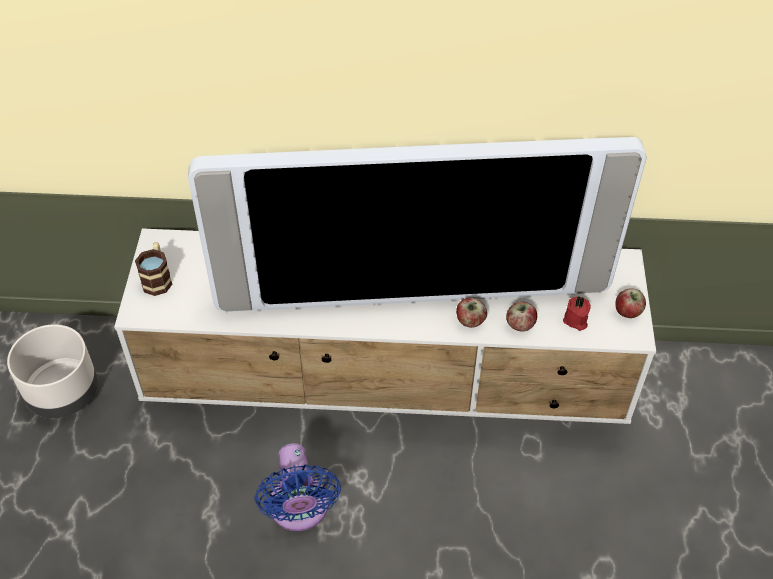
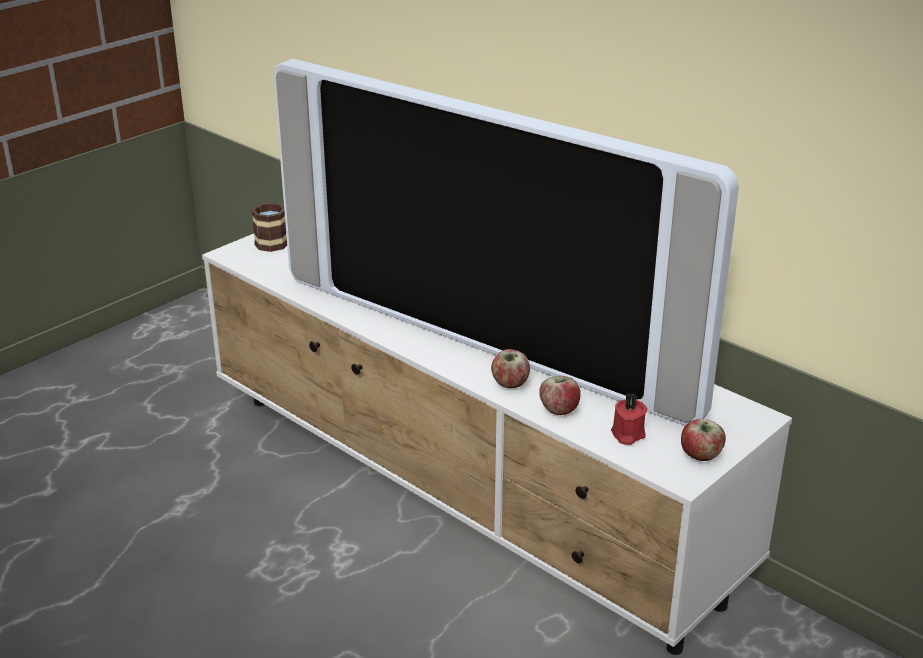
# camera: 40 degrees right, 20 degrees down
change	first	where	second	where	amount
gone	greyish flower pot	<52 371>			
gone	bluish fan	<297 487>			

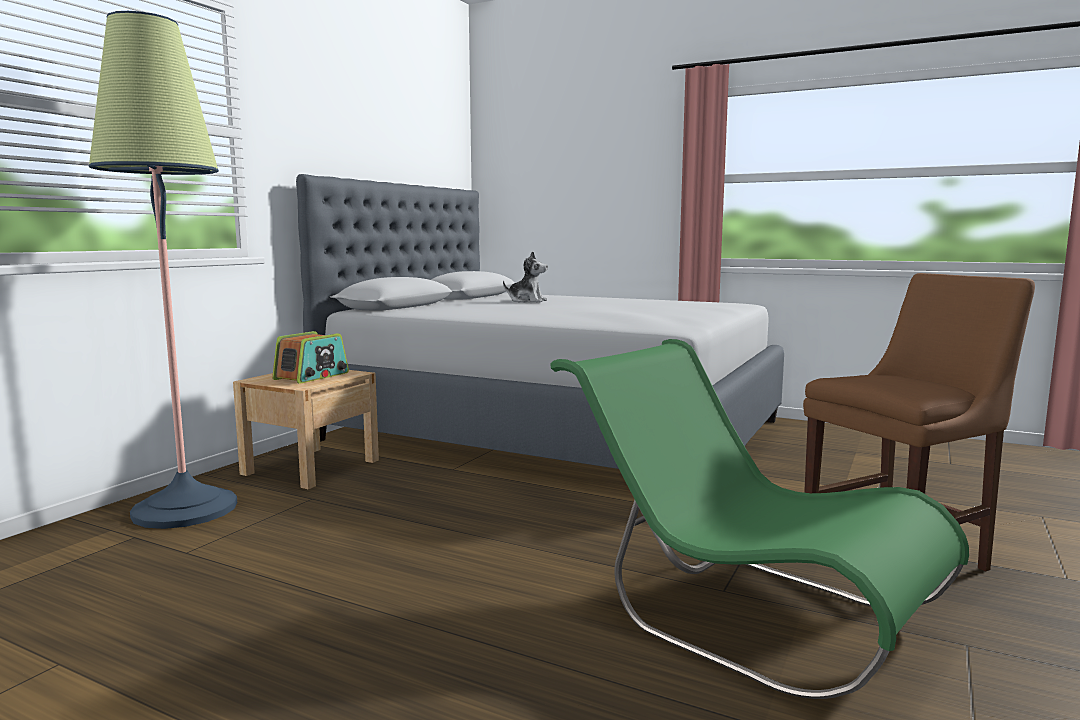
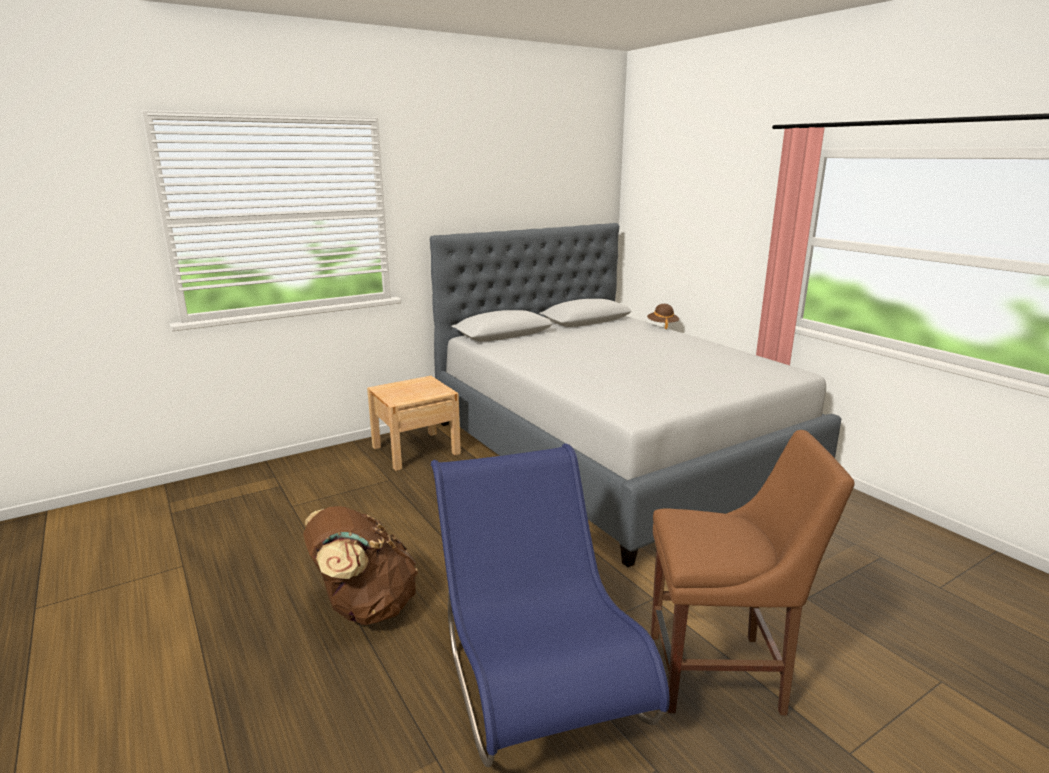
# camera: 30 degrees right, 10 degrees up
change	first	where	second	where	amount
gone	standard lamp	<163 270>			
gone	radio set	<310 357>			
gone	cuddly toy	<525 277>			
repainted	green-coloured chair	<759 519>	bluish chair	<550 605>	
new			brownish knapsack	<360 565>	
new			brownish wearable hat	<663 316>	

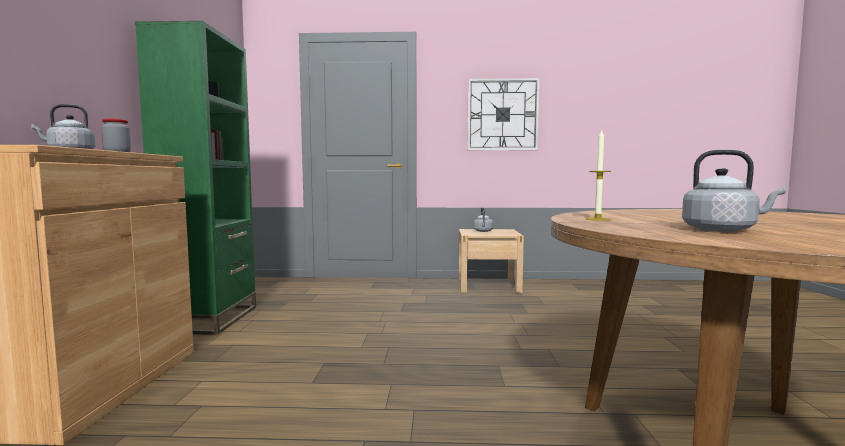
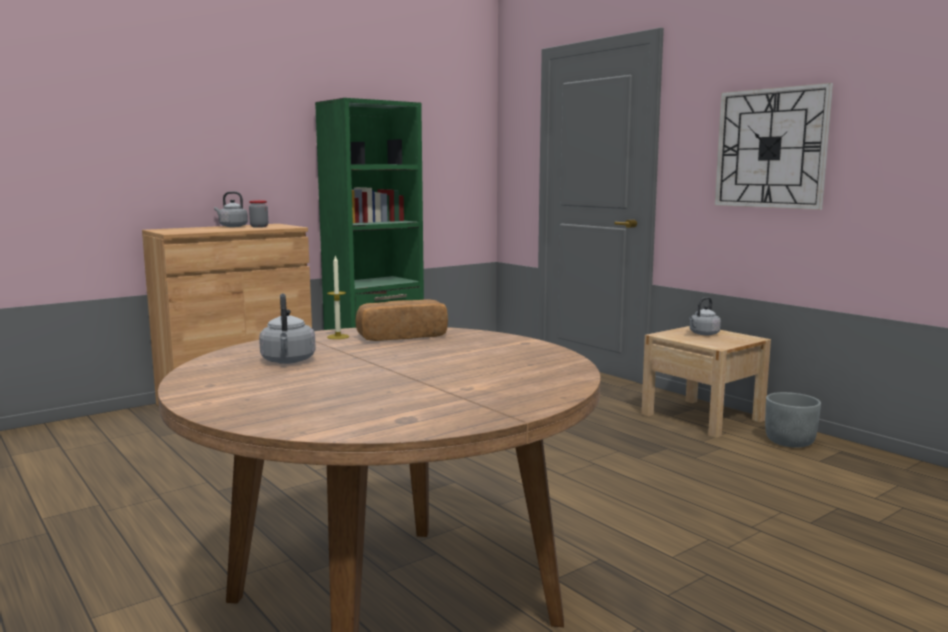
# camera: 50 degrees right, 5 degrees up
change	first	where	second	where	amount
new			bread	<401 320>	
new			greyish flower pot	<793 420>	

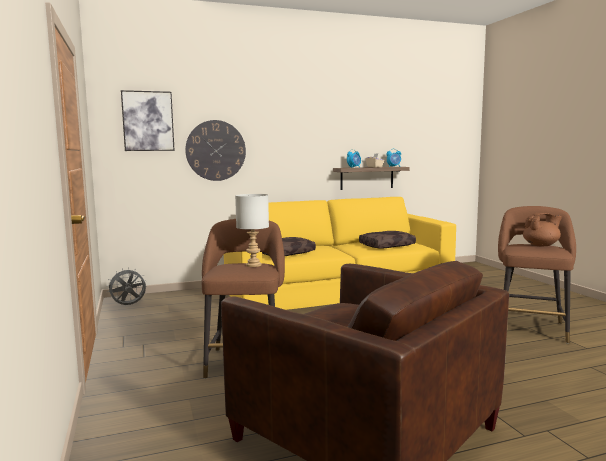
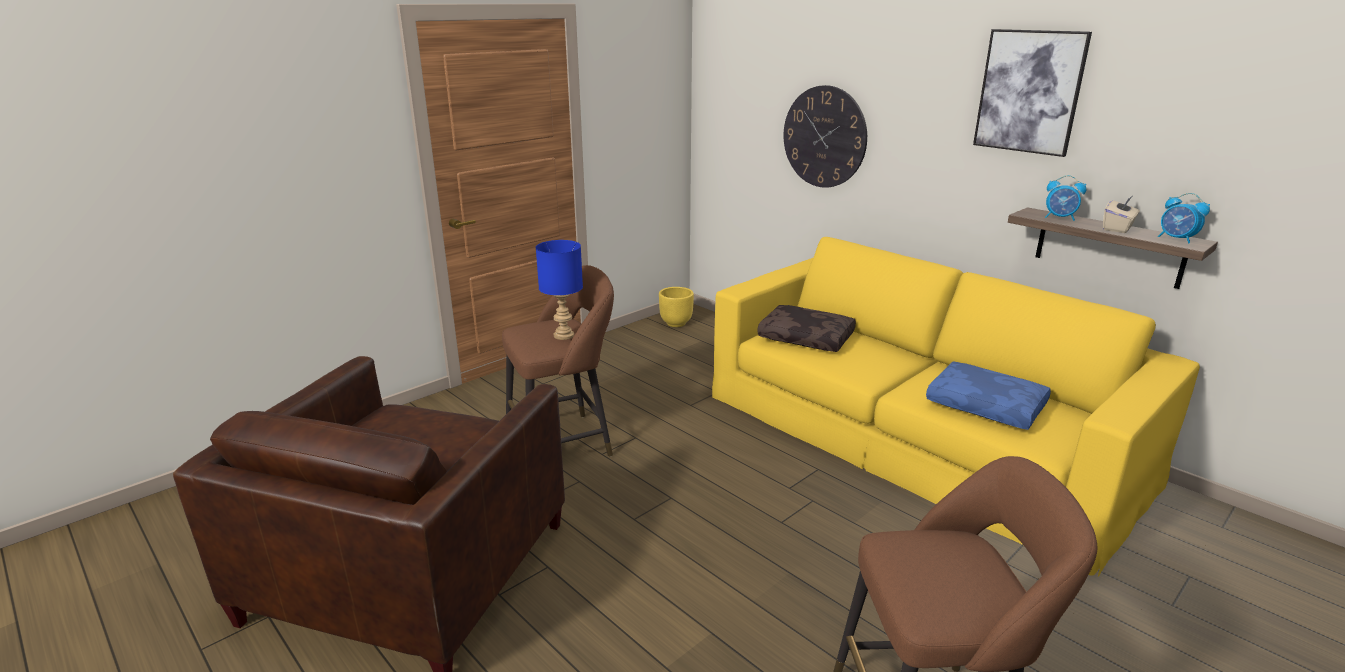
# camera: 65 degrees right, 15 degrees up
change	first	where	second	where	amount
swapped	greyish fan	<126 286>	yellowish flower pot	<676 307>	
shifted	wall picture	<148 120>		<1032 93>	
repainted	greyish lamp for a table	<252 230>	bluish lamp for a table	<559 290>	
repainted	brownish cushion	<387 240>	bluish cushion	<988 396>	
gone	brownish tea pot	<542 230>			

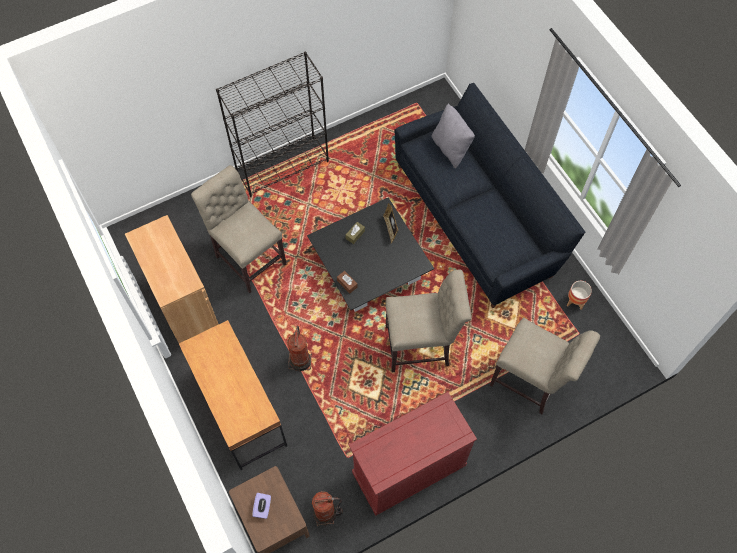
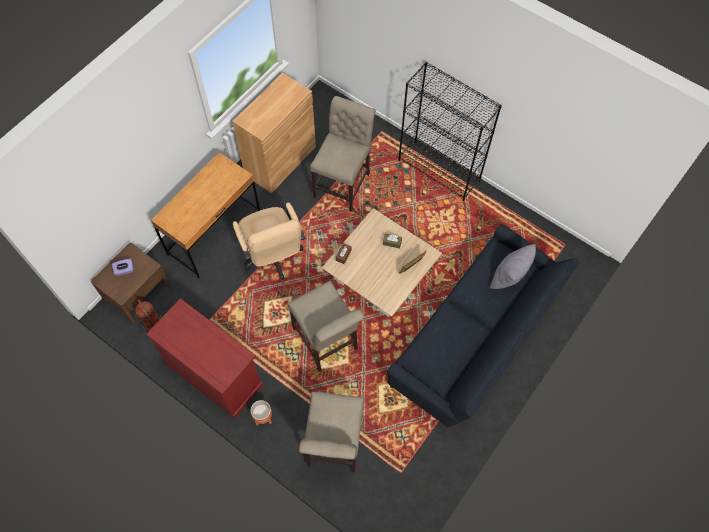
# camera: 65 degrees right, 0 degrees up
change	first	where	second	where	amount
swapped	fire-fighting cylinder	<299 348>	beige desk chair	<269 241>	
repainted	blackish lounge table	<370 255>	beige lounge table	<382 262>	
shifted	flower pot	<579 295>		<261 413>	

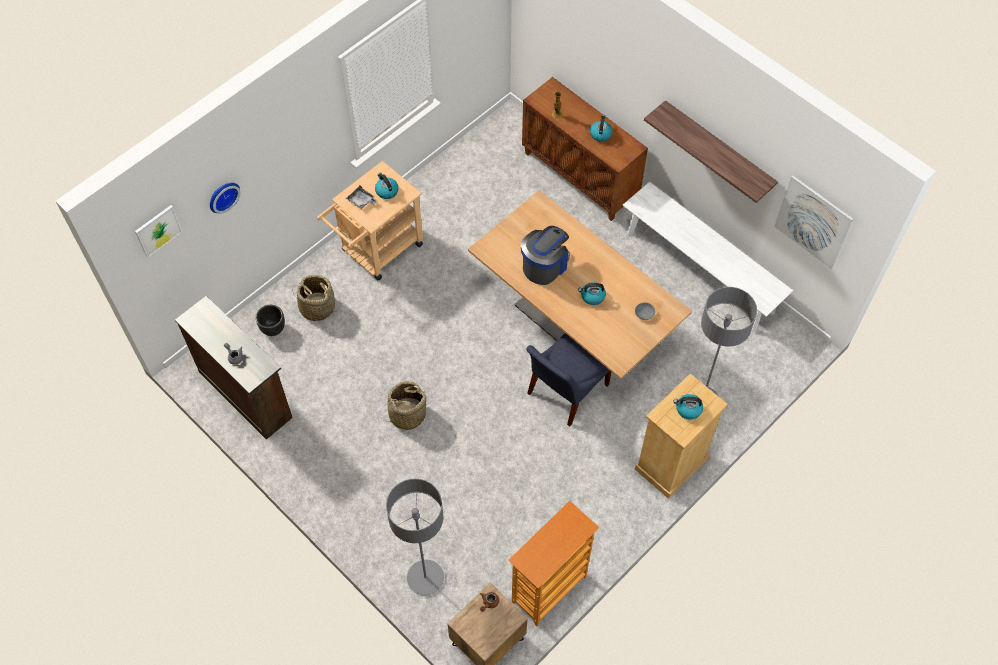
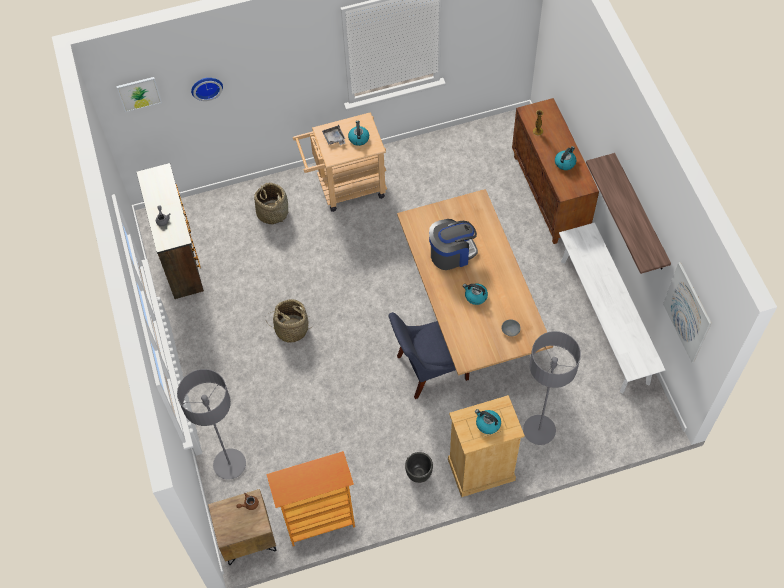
# camera: 30 degrees right, 0 degrees up
change	first	where	second	where	amount
shifted	blackish flower pot	<270 320>		<419 467>	

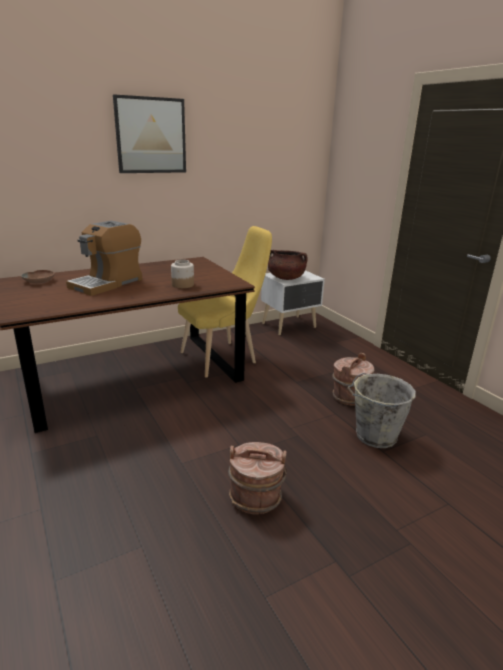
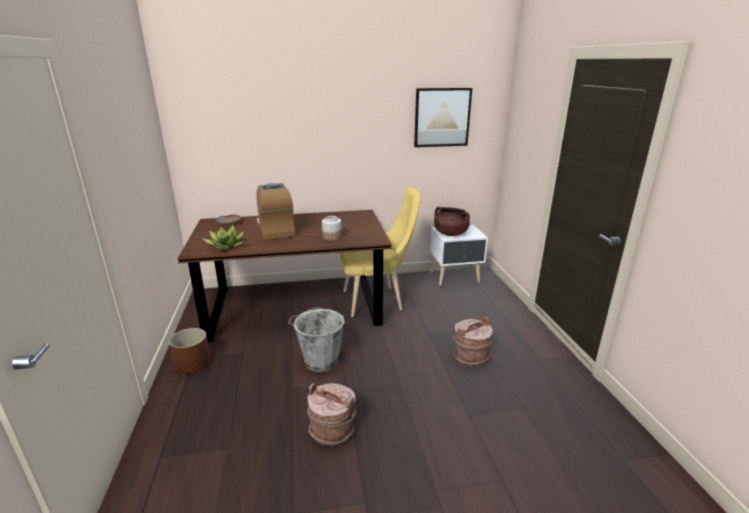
# camera: 20 degrees right, 0 degrees up
change	first	where	second	where	amount
rotated	coffee brewer	<104 258>		<275 212>	105 degrees clockwise
shifted	wall picture	<149 133>		<443 117>	
shifted	greyish pail	<381 410>		<316 339>	
new			brownish flower pot	<189 351>	
new			houseplant	<223 237>	

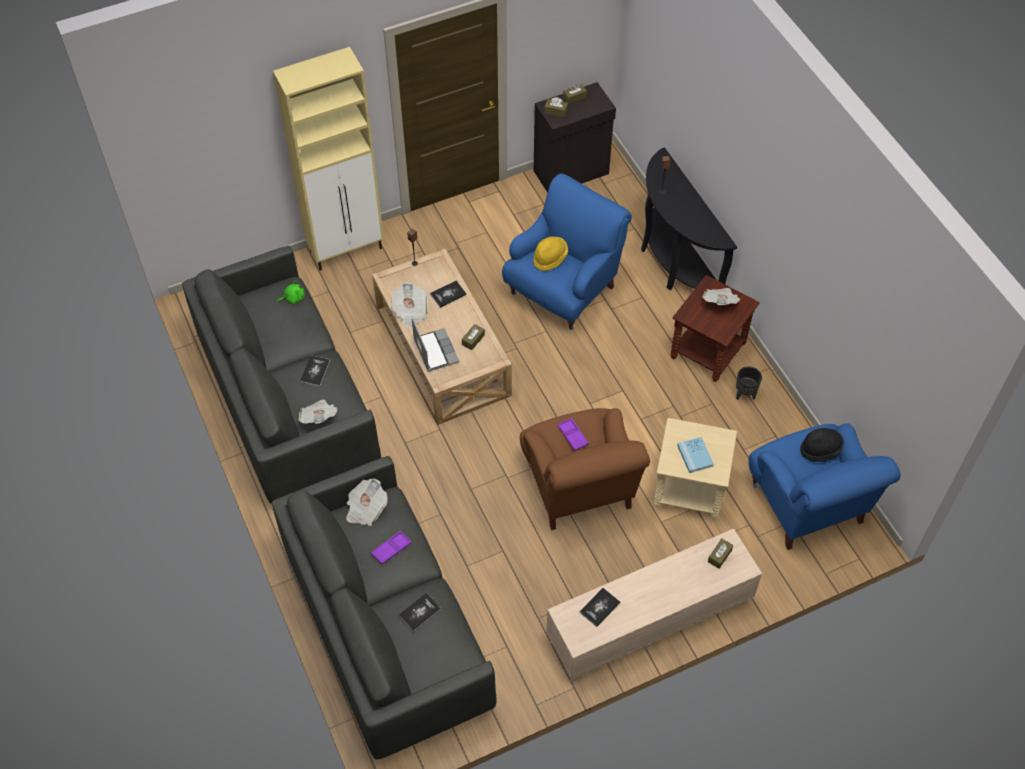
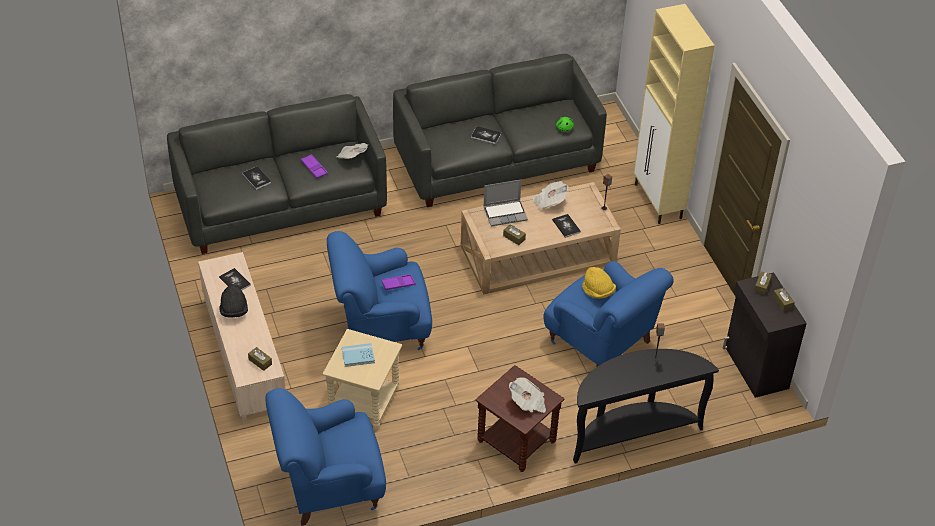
# camera: 95 degrees right, 10 degrees down
change	first	where	second	where	amount
gone	printed paper	<318 412>			
repainted	brownish easy chair	<585 469>	bluish easy chair	<379 290>	
gone	blackish flower pot	<749 383>			
shifted	blackish wearable hat	<822 445>		<234 301>	

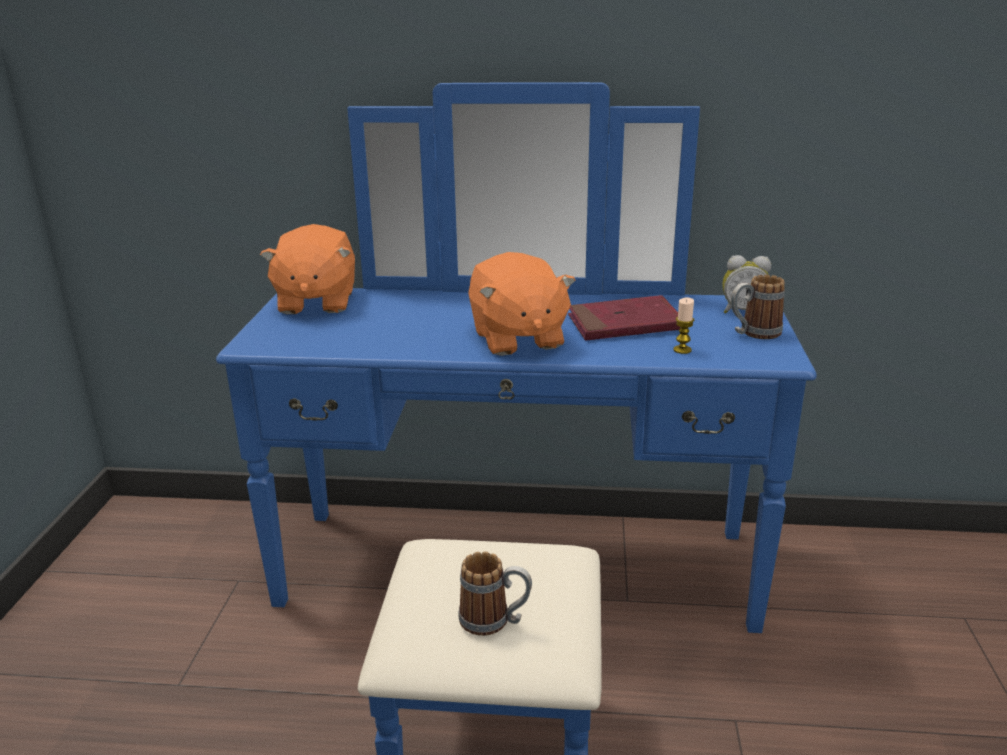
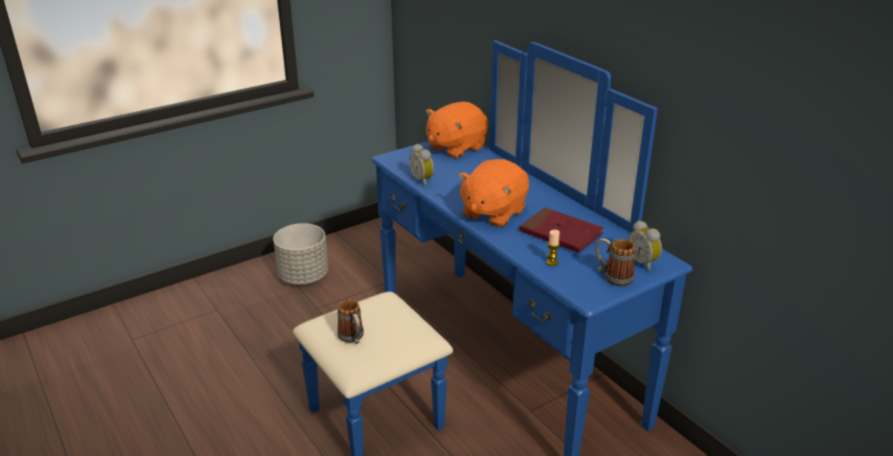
# camera: 50 degrees right, 5 degrees up
change	first	where	second	where	amount
new			greyish flower pot	<300 254>	
new			alarm clock	<421 165>	

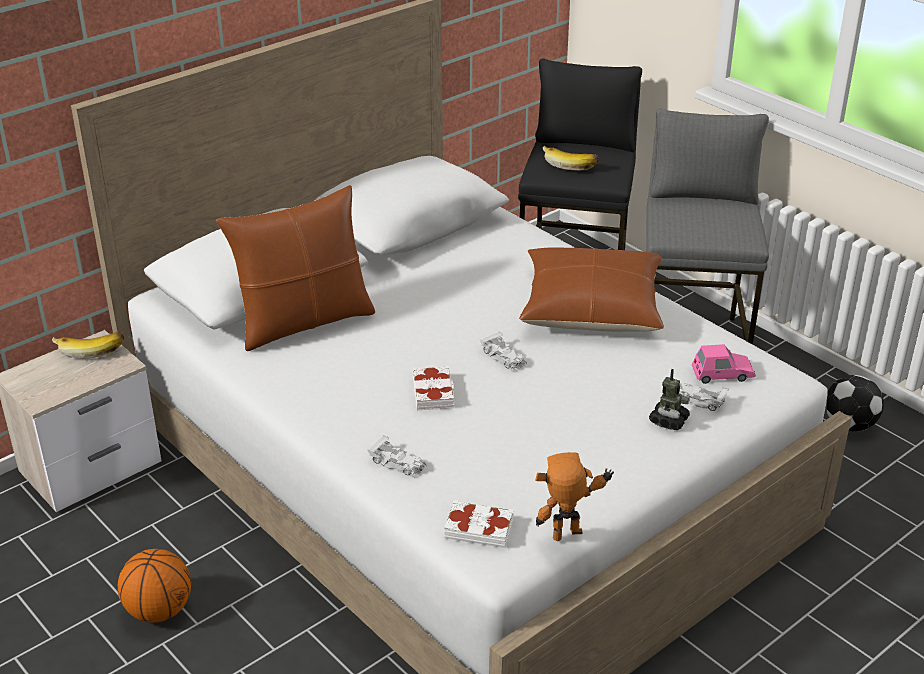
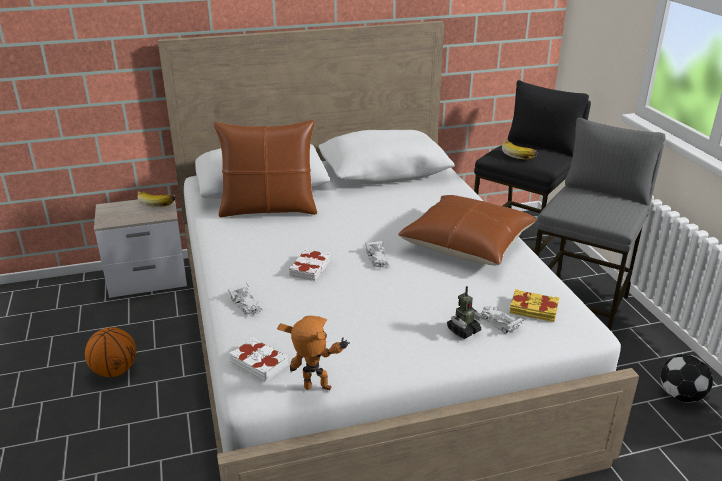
# camera: 25 degrees right, 5 degrees down
change	first	where	second	where	amount
swapped	pinkish model car	<724 364>	yellowish bound book	<534 305>	

